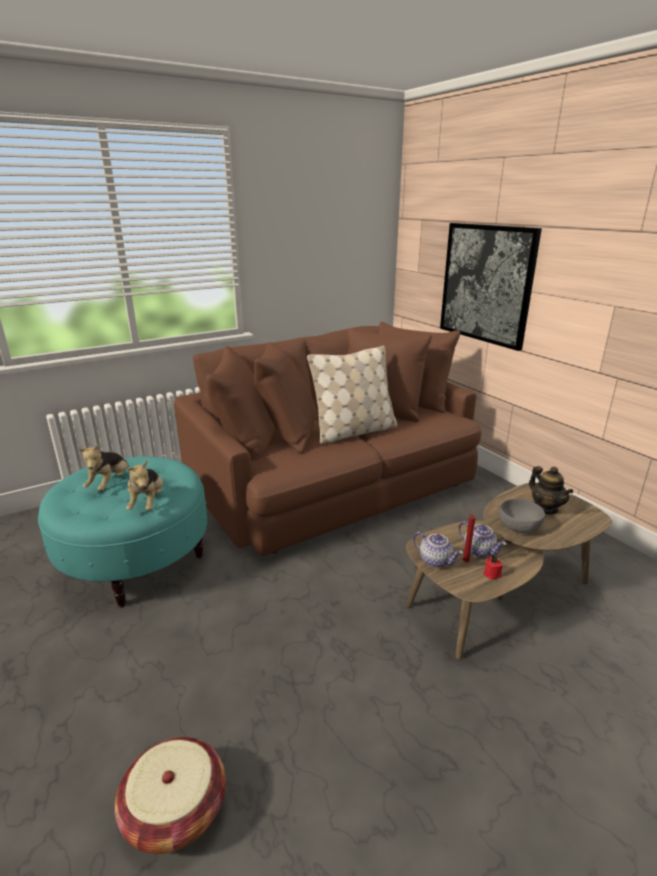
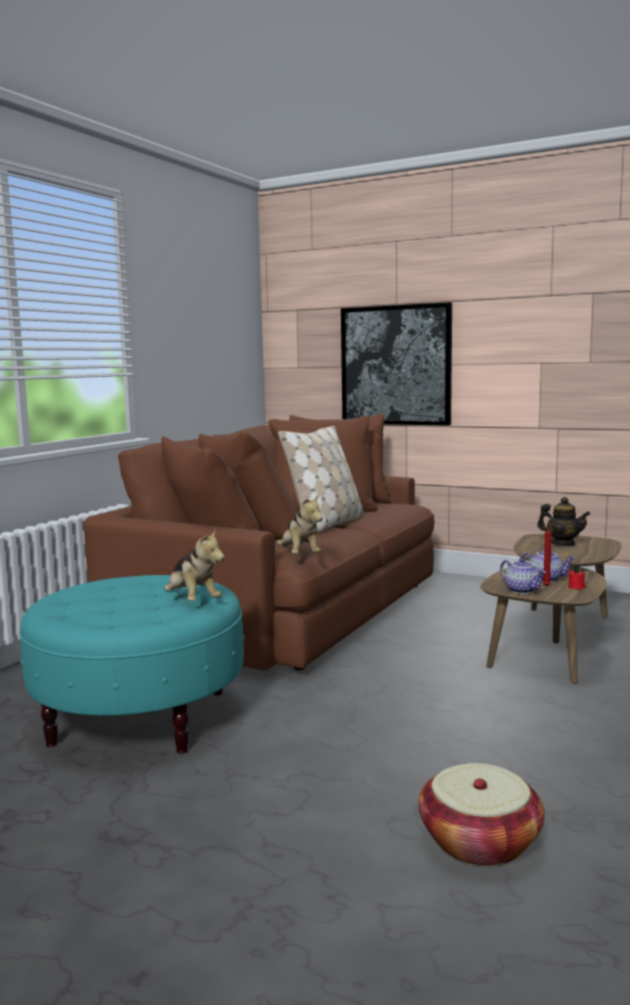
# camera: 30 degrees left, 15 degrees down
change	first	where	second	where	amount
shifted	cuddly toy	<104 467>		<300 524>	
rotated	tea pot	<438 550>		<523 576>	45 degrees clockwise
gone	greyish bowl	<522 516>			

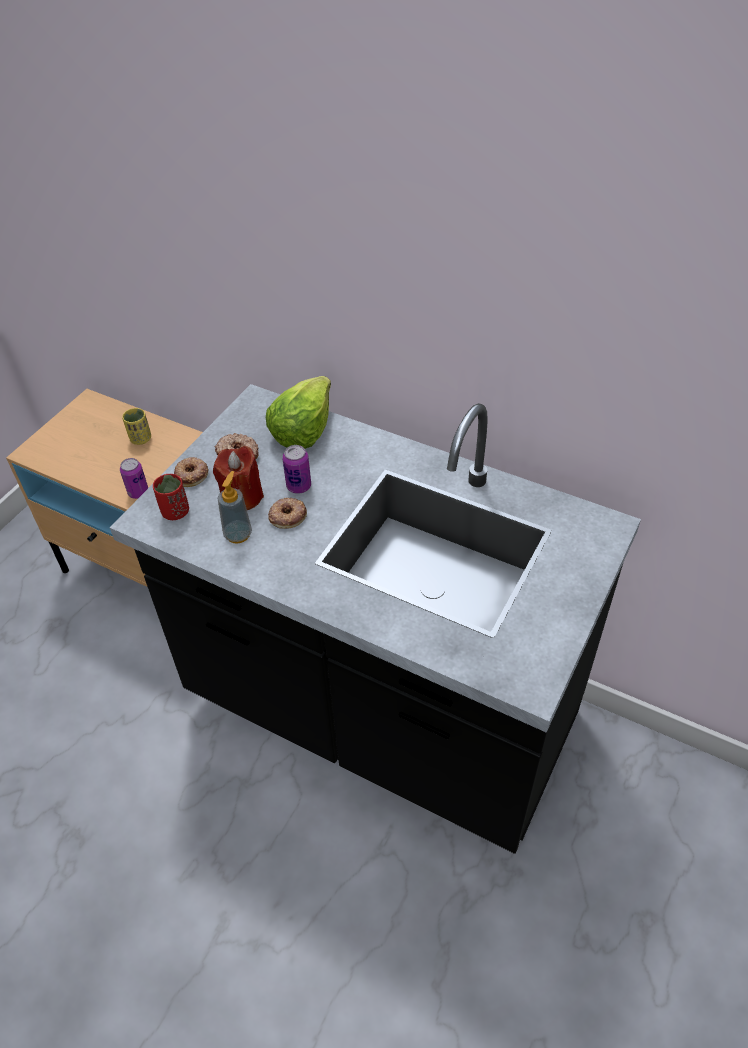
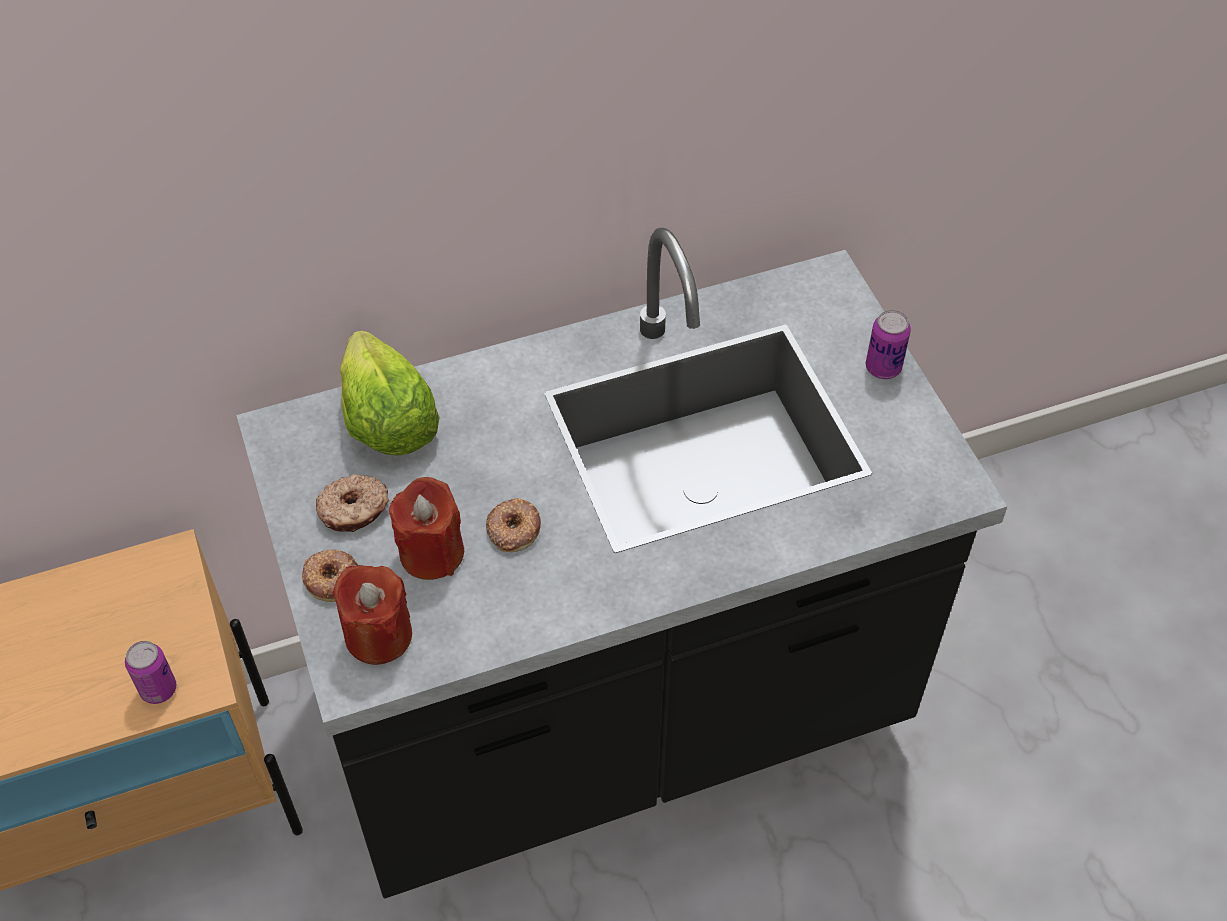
# camera: 50 degrees left, 5 degrees up
change	first	where	second	where	amount
gone	yellowish drinking cup	<136 426>			
swapped	red-coloured drinking cup	<171 497>	red-coloured wax light	<372 615>	
gone	liquid soap bottle	<235 507>			
shifted	can	<296 469>		<888 344>	

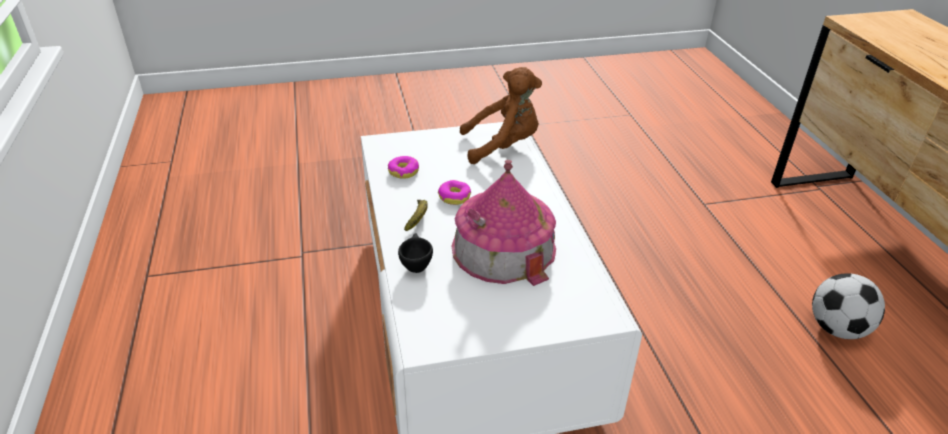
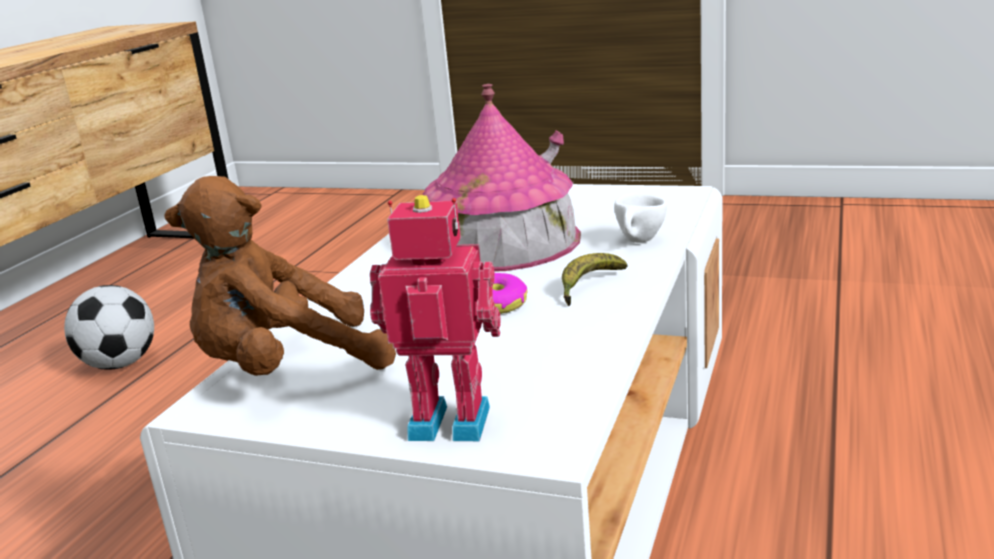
# camera: 145 degrees left, 15 degrees down
change	first	where	second	where	amount
gone	donut	<403 167>			
repainted	blackish drinking cup	<415 253>	whitish drinking cup	<640 218>	
rotated	brownish cuddly toy	<501 115>		<280 276>	45 degrees counterclockwise
new			toy robot	<435 318>	

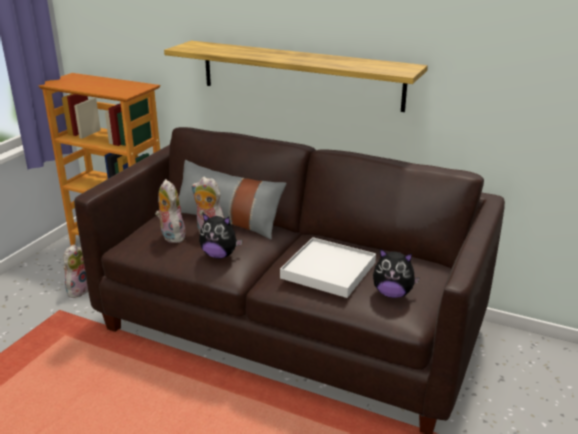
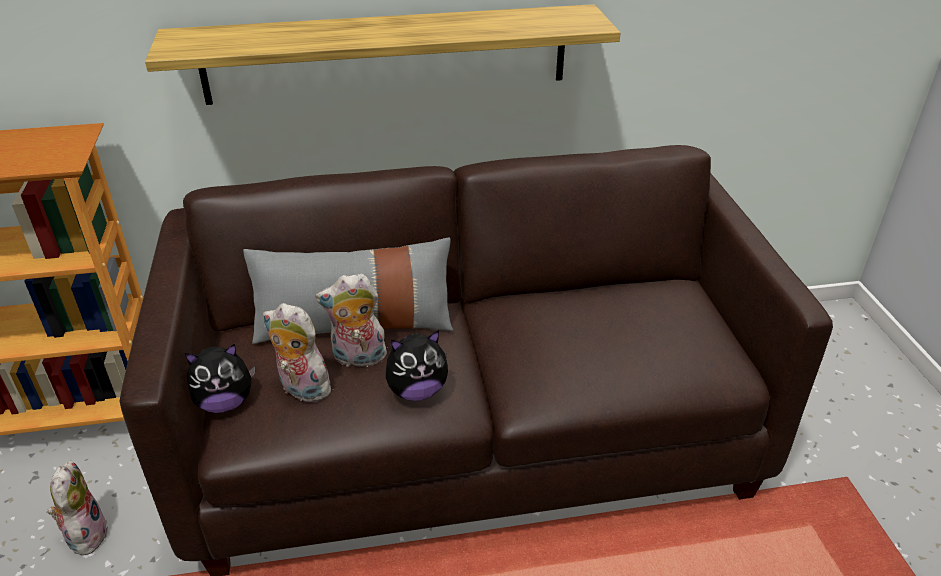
# camera: 35 degrees left, 10 degrees up
change	first	where	second	where	amount
gone	whitish serving tray	<328 267>			
shifted	cuddly toy	<396 273>		<220 378>	

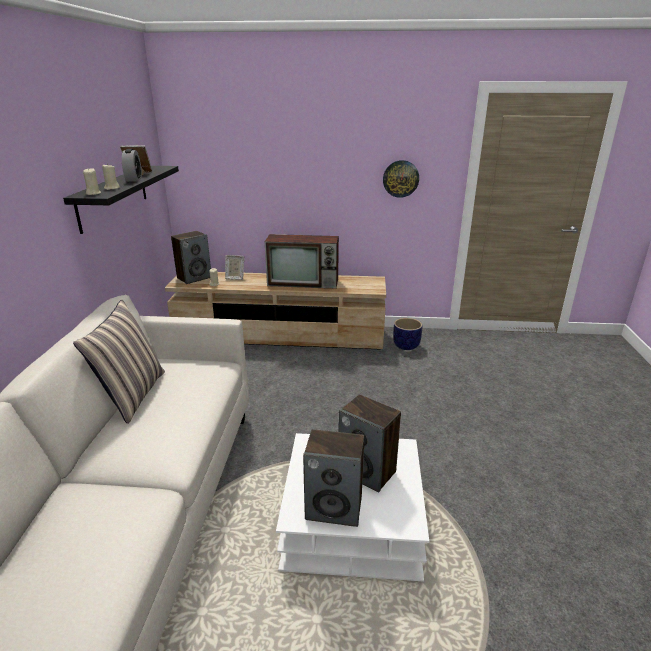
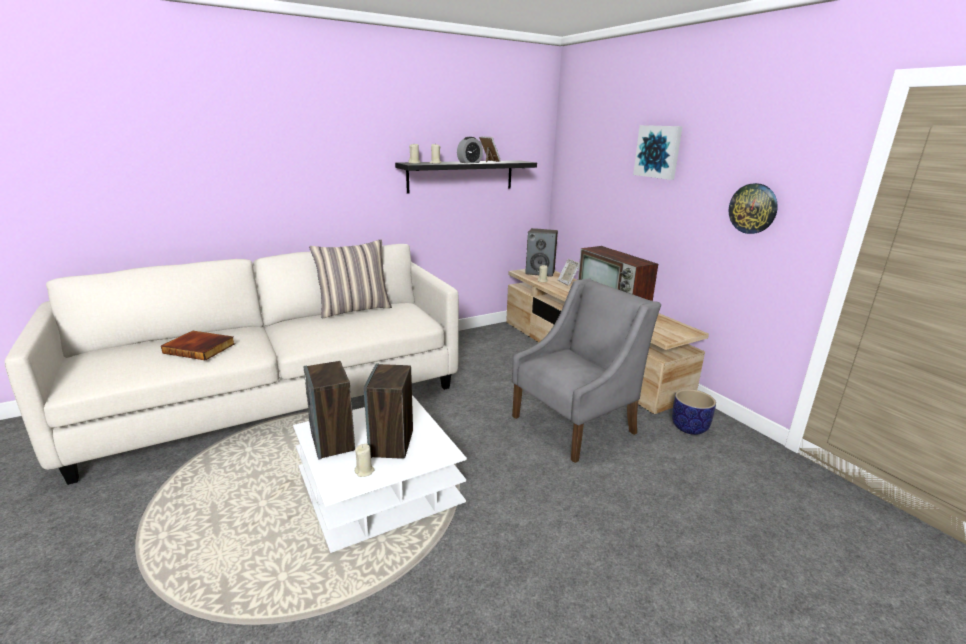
# camera: 55 degrees right, 5 degrees down
change	first	where	second	where	amount
new			bound book	<198 346>	
new			beige wax light	<365 460>	
new			greyish easy chair	<586 371>	
new			wall picture	<658 152>	

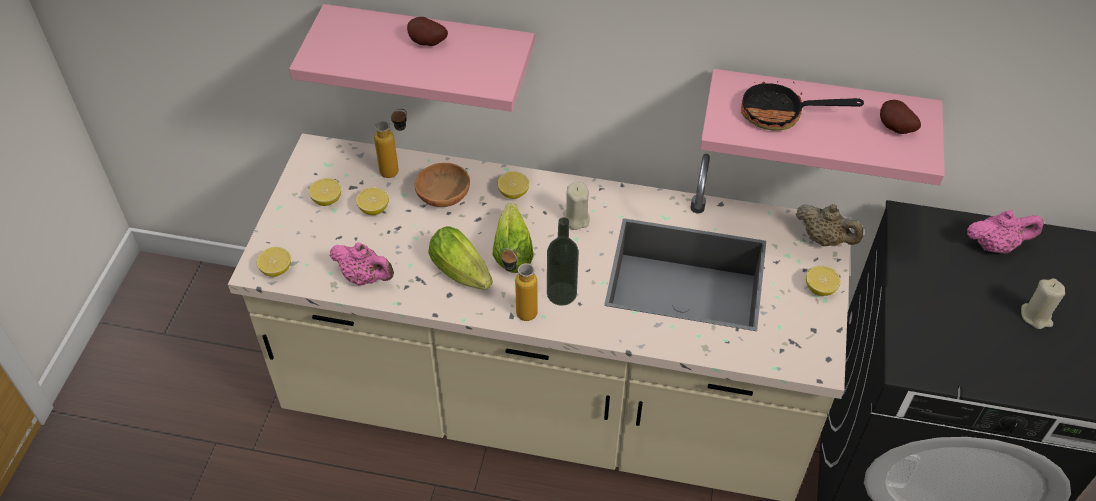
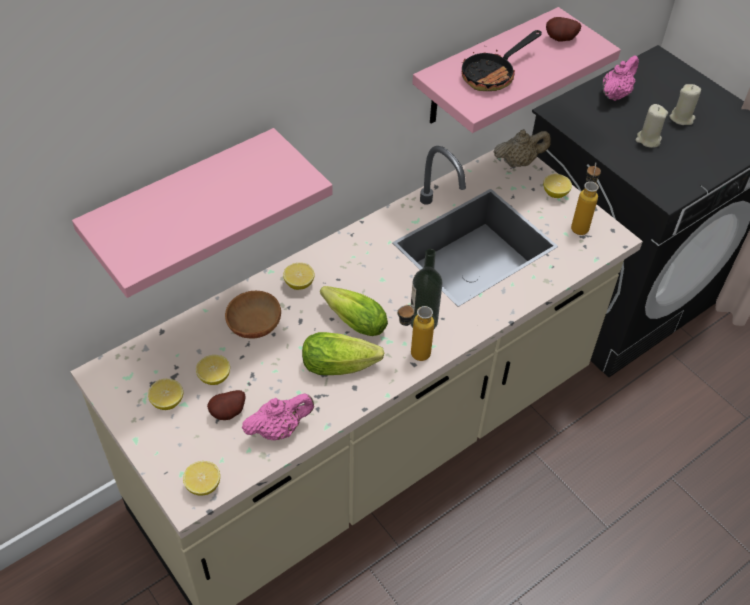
# camera: 50 degrees left, 0 degrees up
change	first	where	second	where	amount
shifted	bottle	<390 143>		<586 198>	
shifted	spud	<427 31>		<226 405>	
shifted	beige wax light	<576 206>		<652 126>	

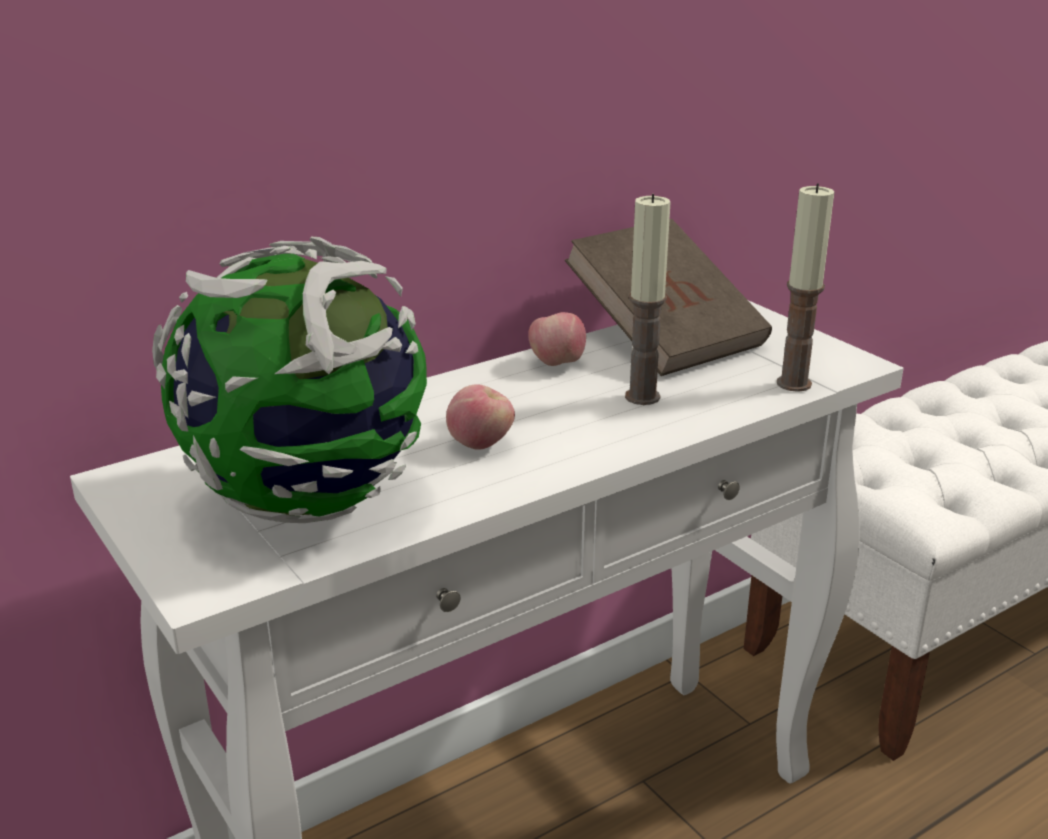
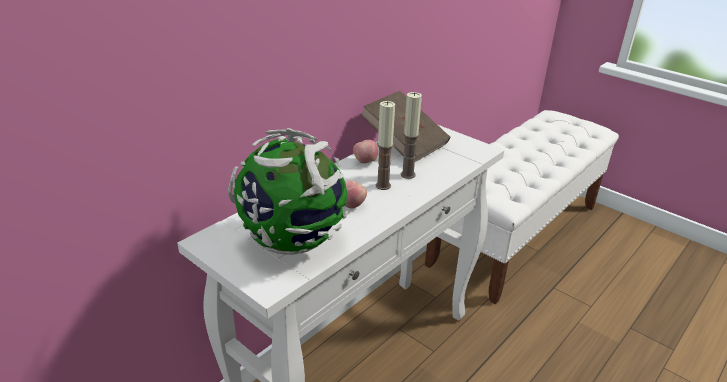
# camera: 15 degrees left, 5 degrees up
change	first	where	second	where	amount
shifted	wax light	<806 288>		<385 145>	

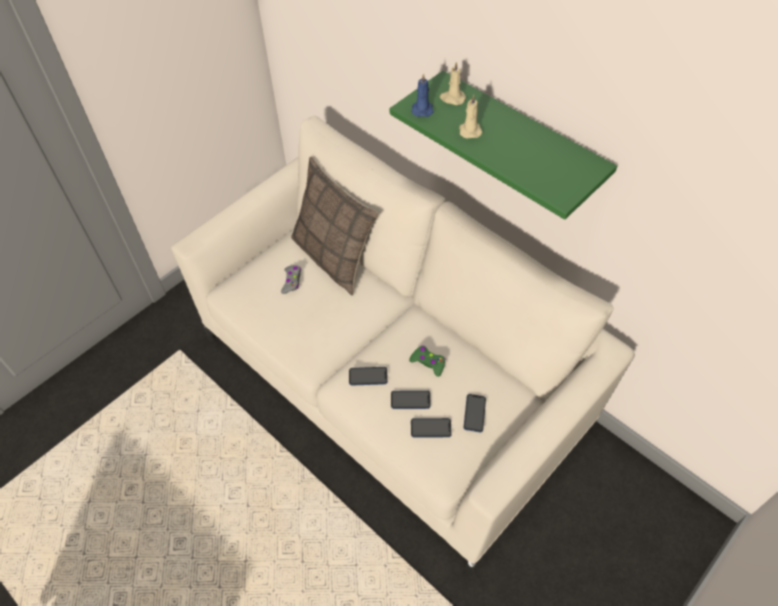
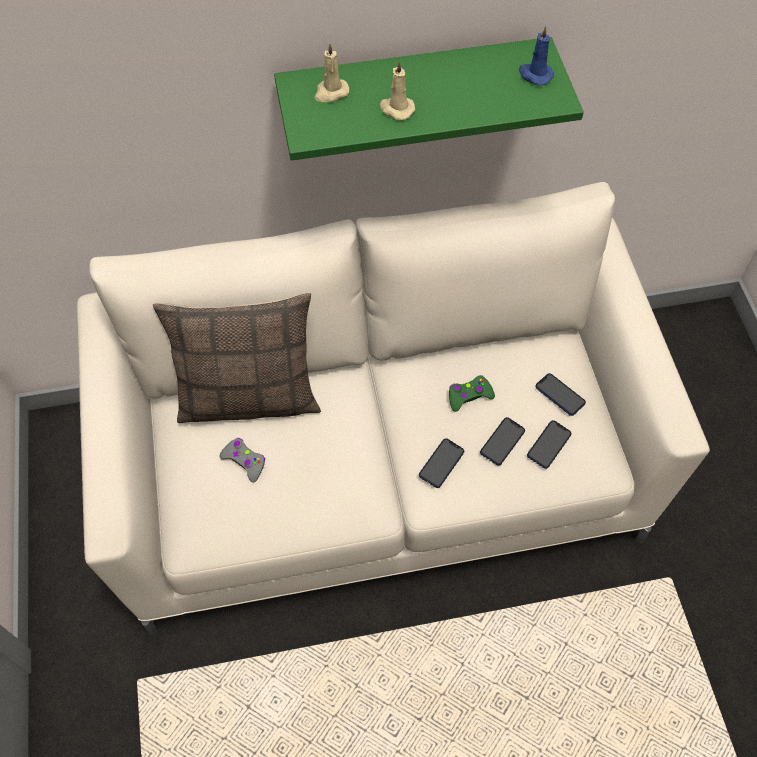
# camera: 55 degrees left, 5 degrees up
change	first	where	second	where	amount
shifted	bluish wax light	<422 95>		<536 55>	

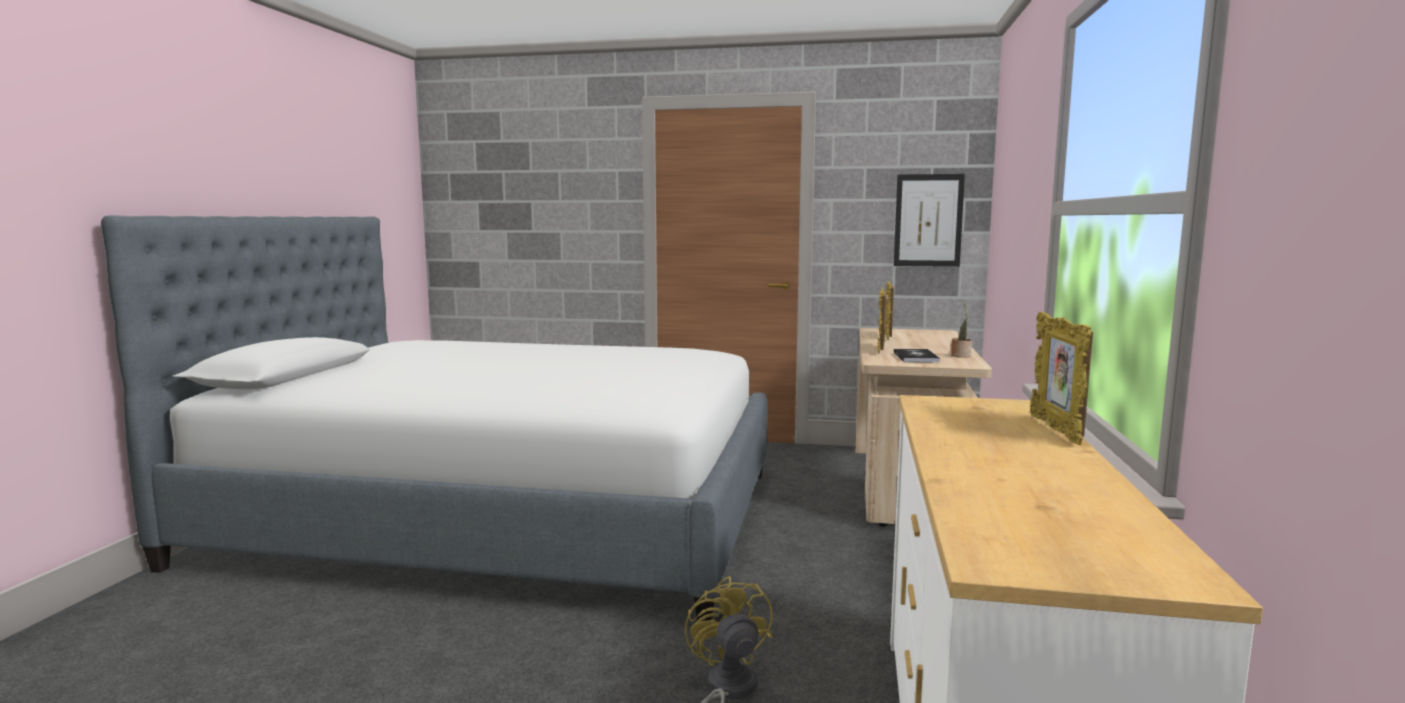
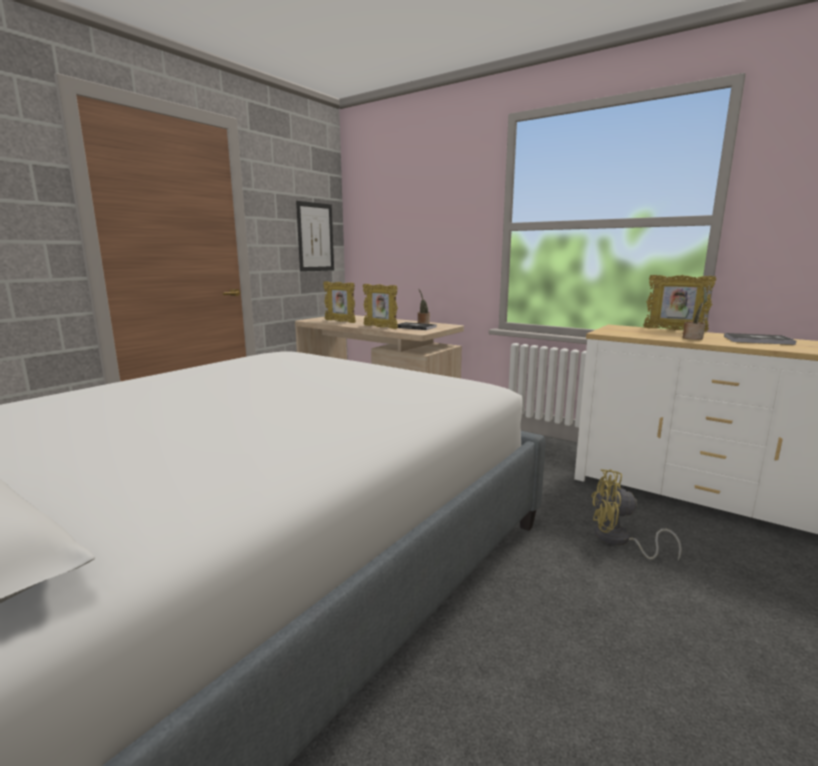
# camera: 65 degrees left, 5 degrees up
change	first	where	second	where	amount
new			houseplant	<695 313>	
new			bound book	<760 339>	

